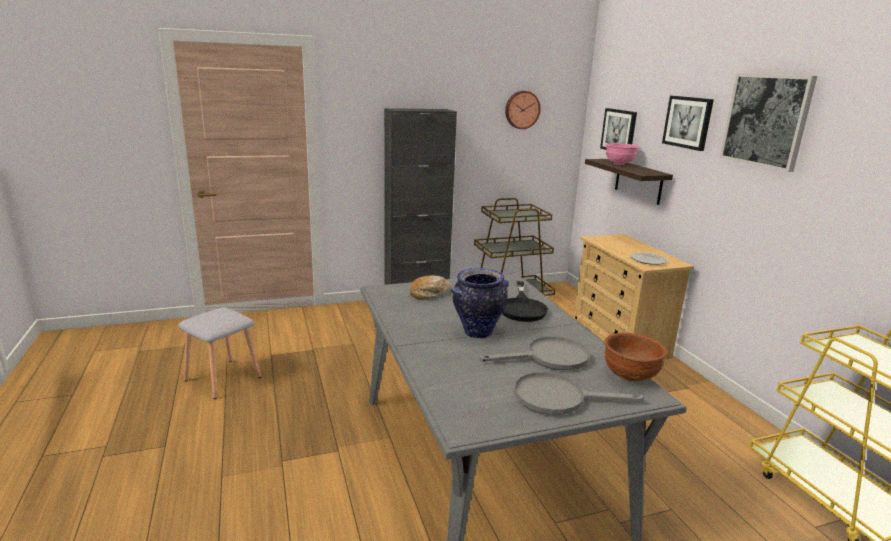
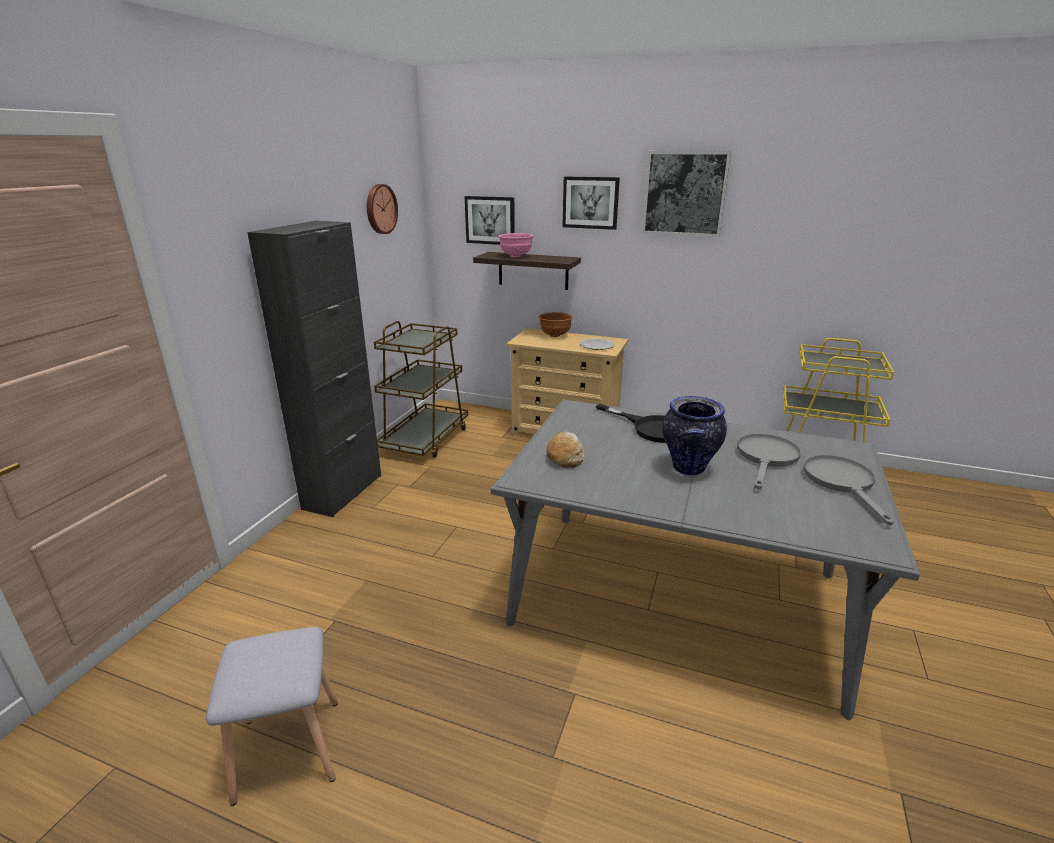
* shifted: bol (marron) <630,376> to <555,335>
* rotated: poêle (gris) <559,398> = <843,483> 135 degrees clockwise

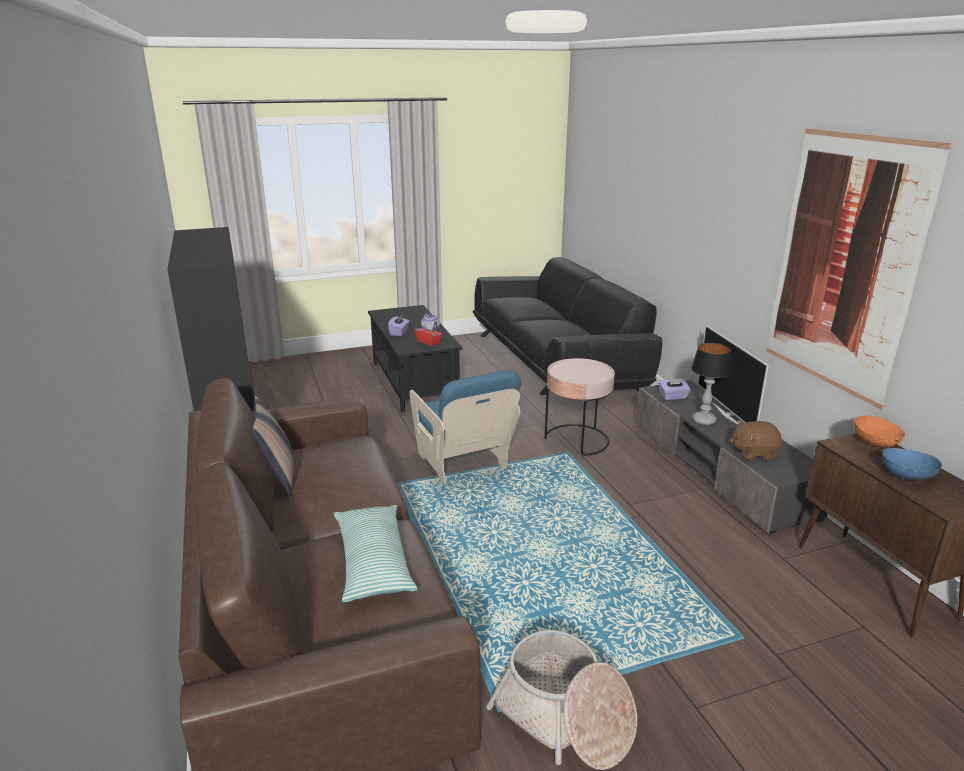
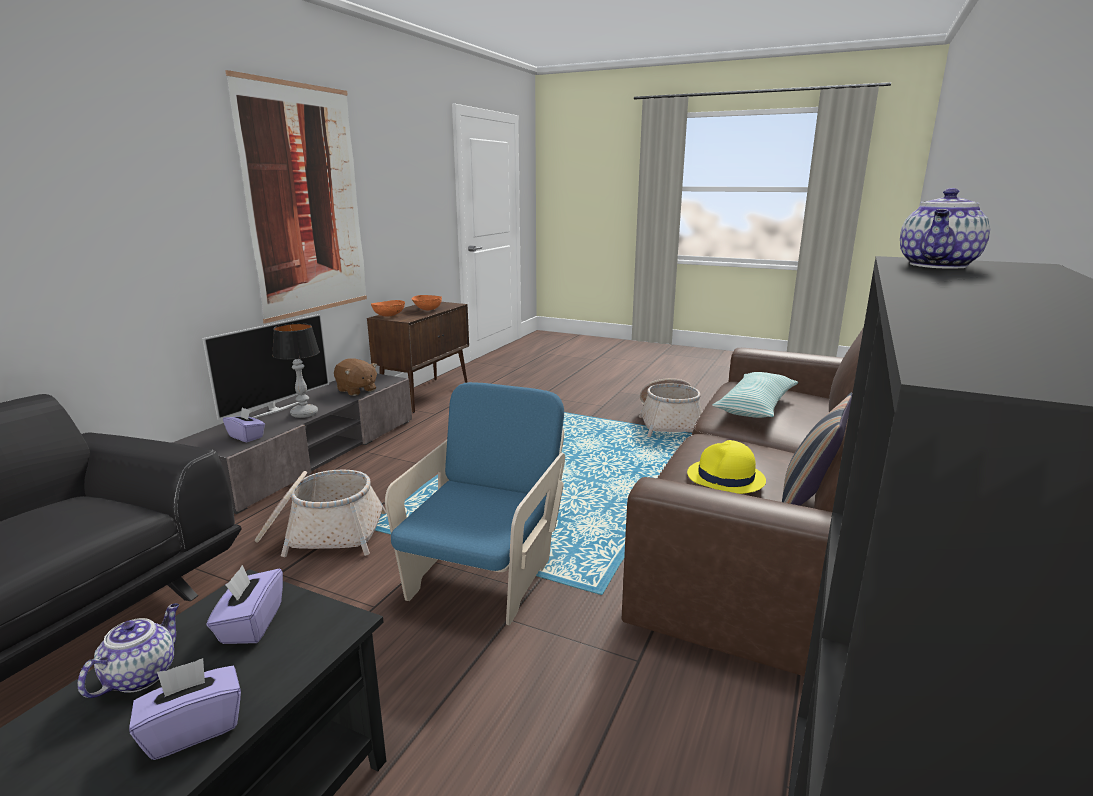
* repainted: boîte à mouchoirs (rouge) <429,342> to boîte à mouchoirs (violet) <251,624>
* swapped: table d'appoint (rose) <576,440> to panier <322,534>
* repainted: bol (bleu) <906,475> to bol (orange) <427,310>
* new: théière <938,265>
* new: chapeau (jaune) <725,478>

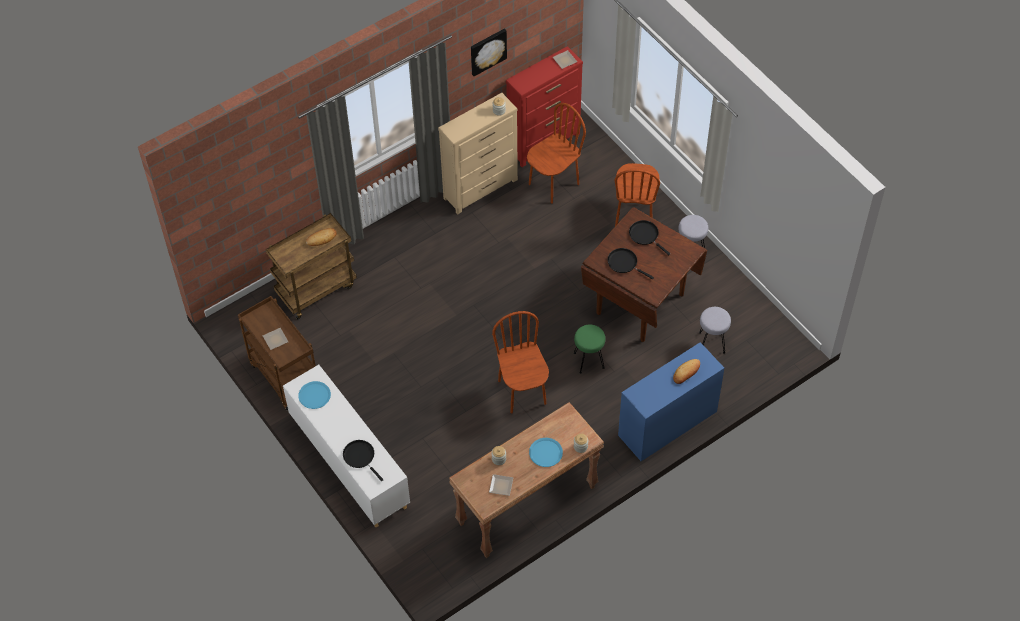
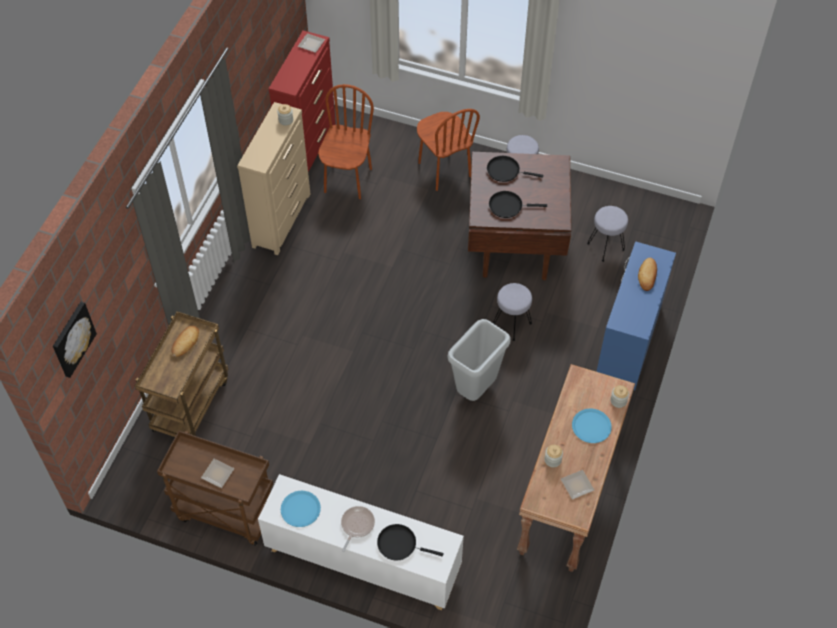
* shifted: tableau <487,51> to <72,339>
* swapped: chaise (marron) <522,392> to poubelle (gris) <475,389>
* repainted: tabouret (vert) <588,360> to tabouret (gris) <511,324>
* new: poêle <356,525>

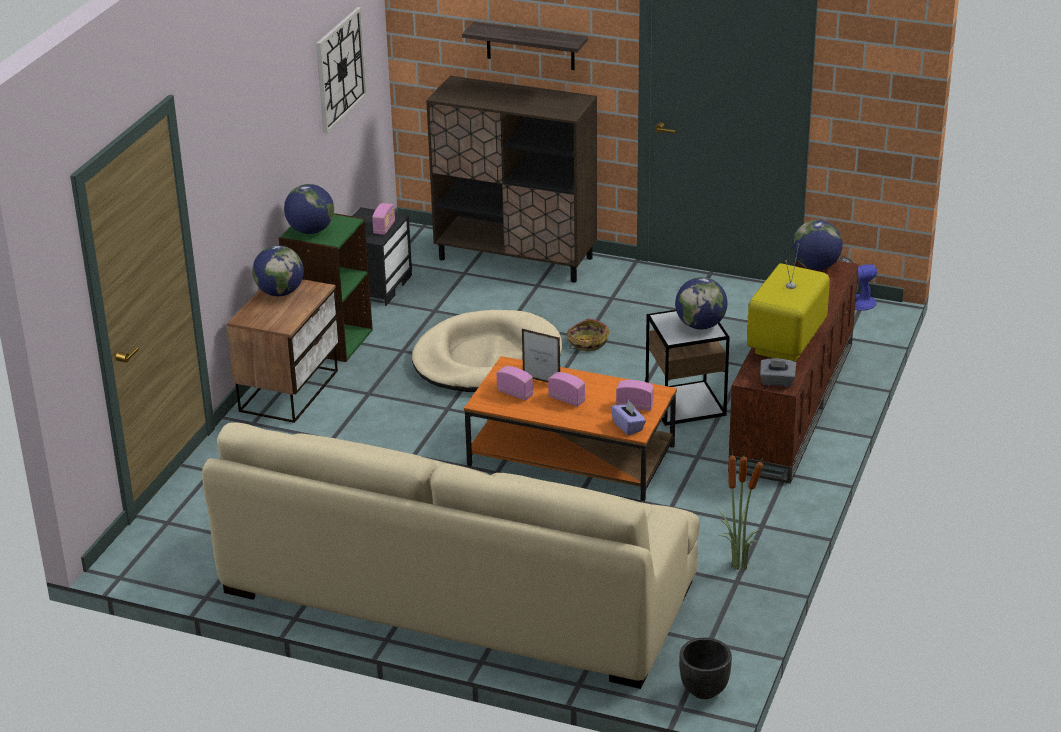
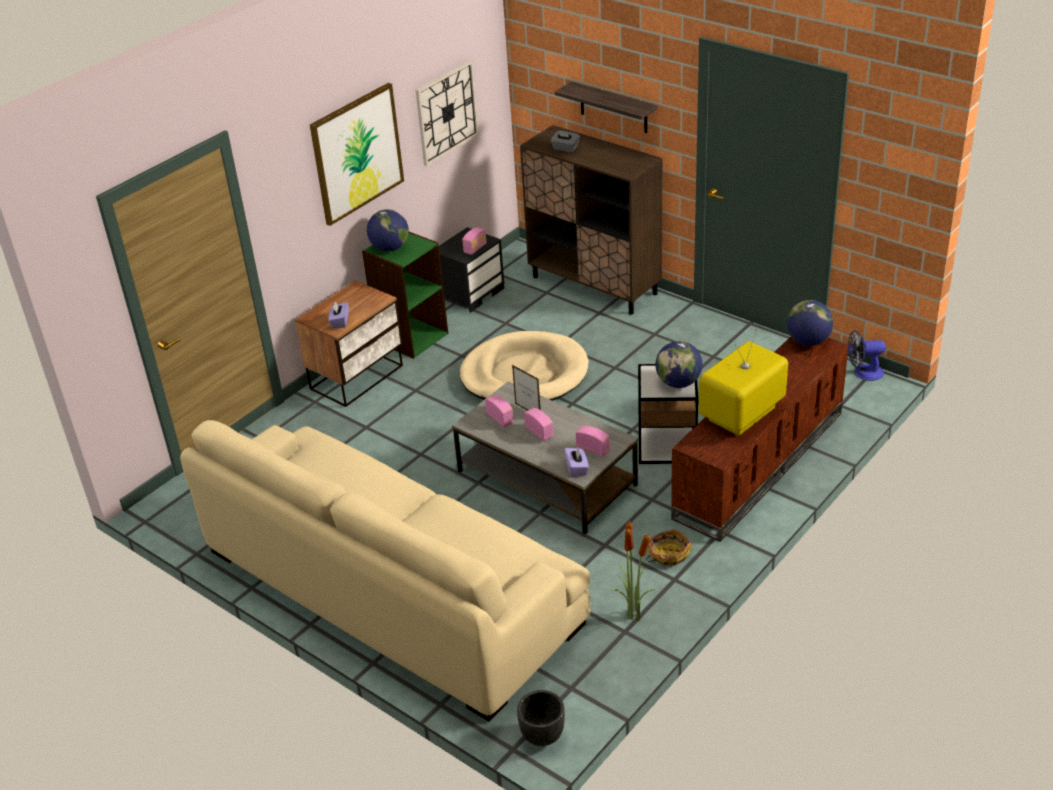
* gone: globe <280,292>
* shifted: panier <587,343> to <668,554>
* repainted: table basse (orange) <569,455> to table basse (gris) <545,477>
* shifted: boîte à mouchoirs (gris) <777,382> to <565,148>
* new: tableau <357,153>
* new: boîte à mouchoirs (violet) <340,322>

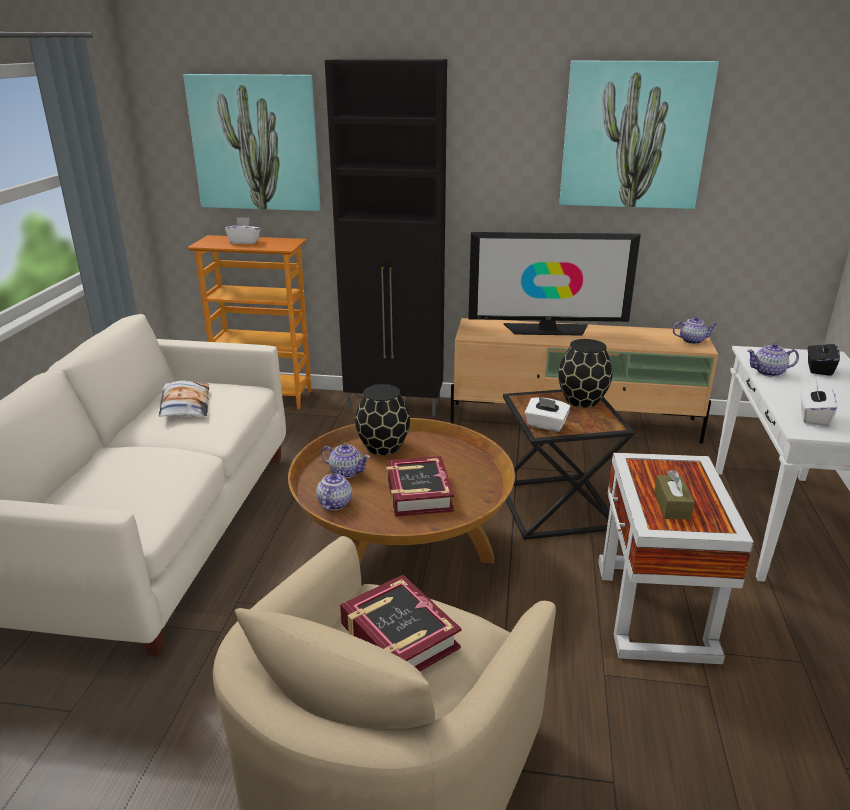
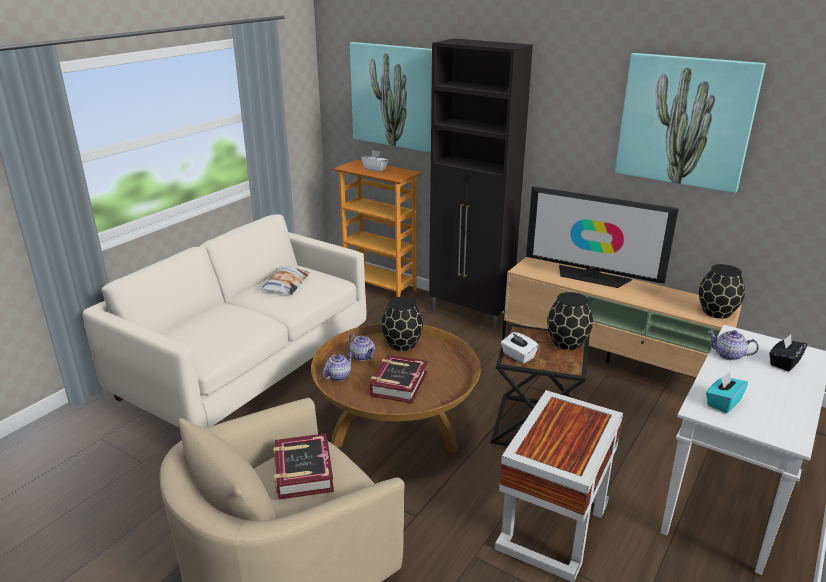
* swapped: théière <692,340> to vase (noir) <717,312>
* repainted: boîte à mouchoirs (blanc) <813,417> to boîte à mouchoirs (turquoise) <723,402>
* gone: boîte à mouchoirs (marron) <672,505>

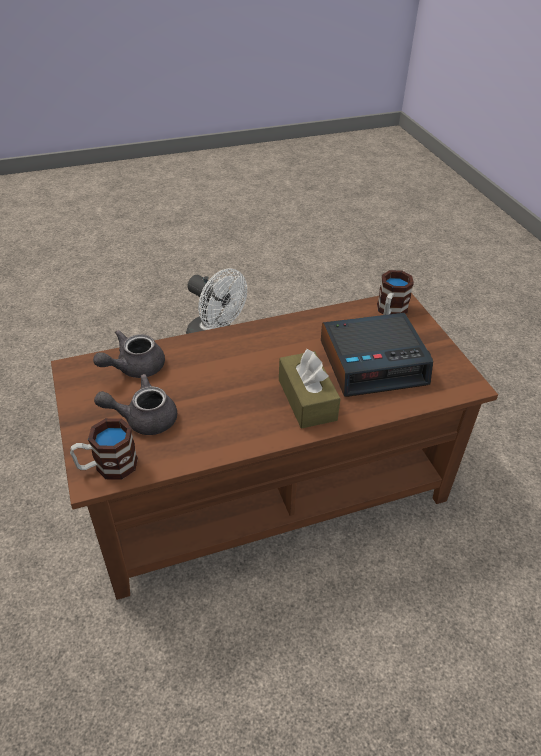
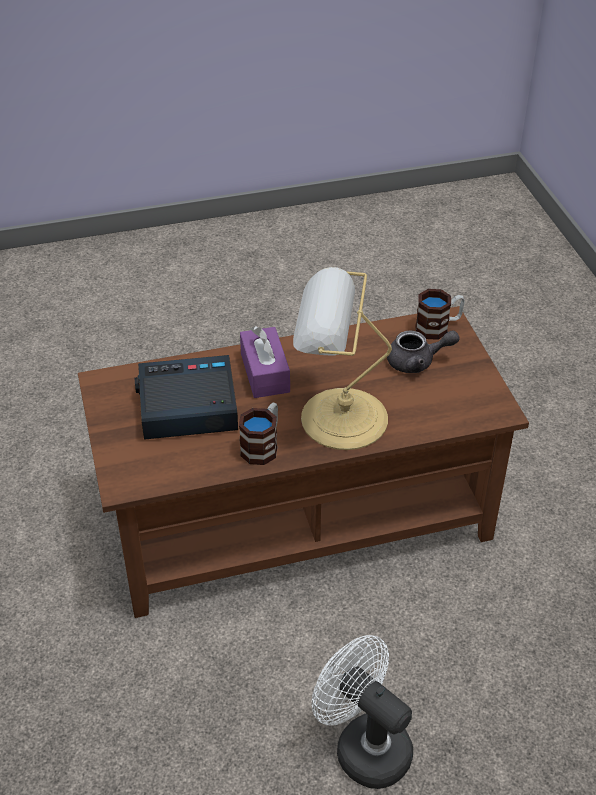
* shifted: mug <390,312> to <263,446>
* gone: théière (gris) <134,367>
* repainted: boîte à mouchoirs (marron) <307,399> to boîte à mouchoirs (violet) <265,373>
* new: lampe de table <339,418>

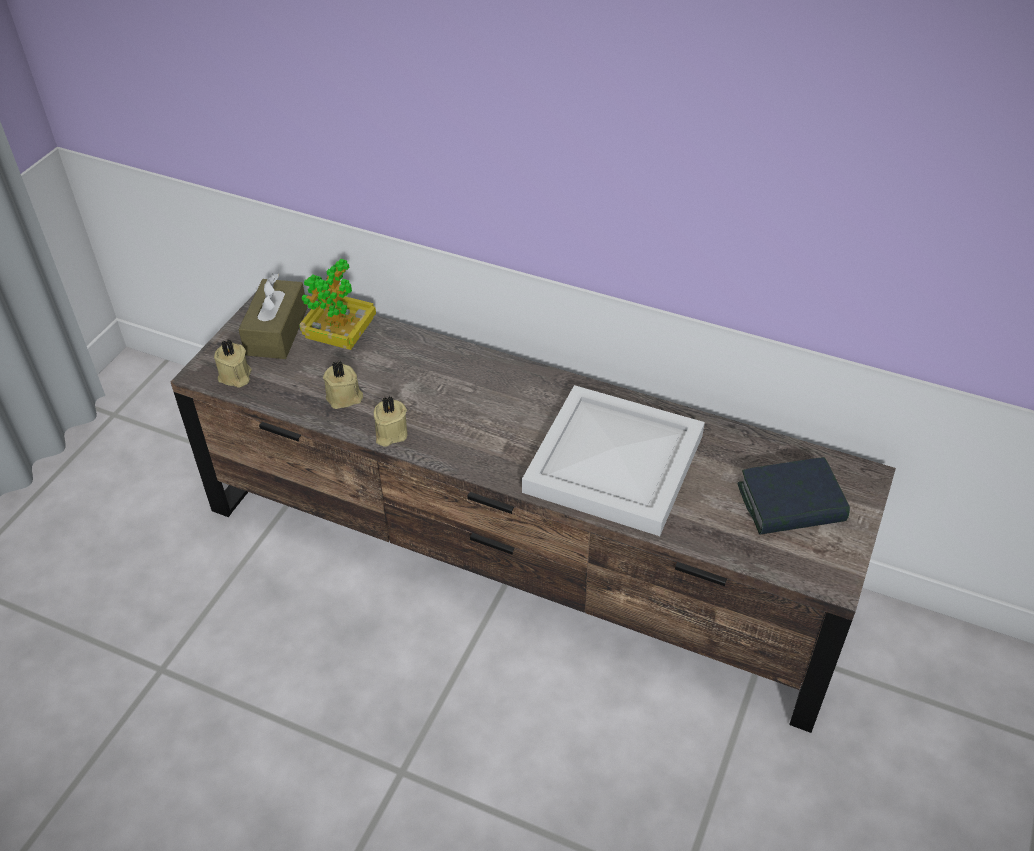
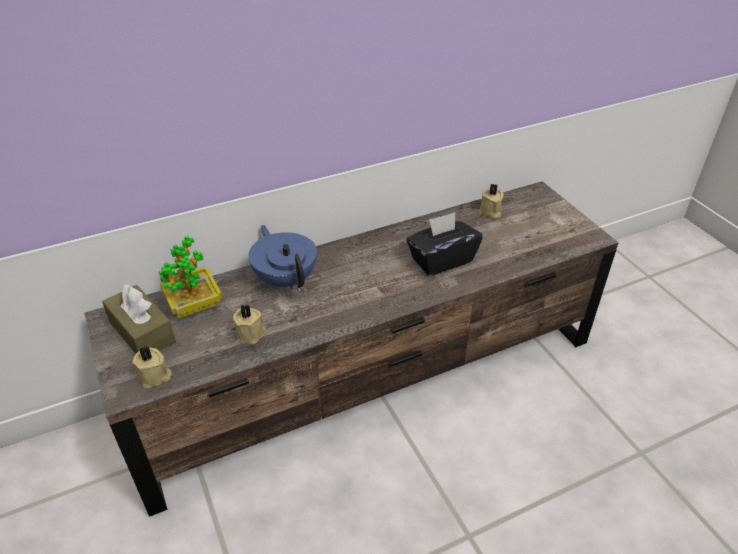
* swapped: plateau (blanc) <611,464> to boîte à mouchoirs (noir) <441,260>
* shifted: bougie (beige) <390,433> to <490,212>
* gone: livre <791,504>
* new: théière (bleu) <285,279>

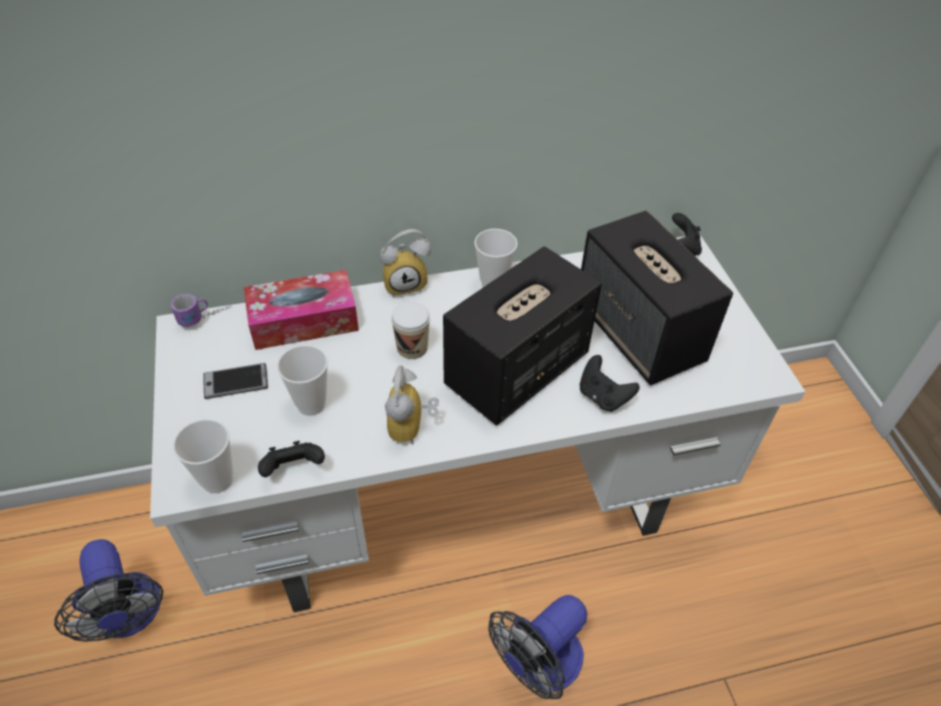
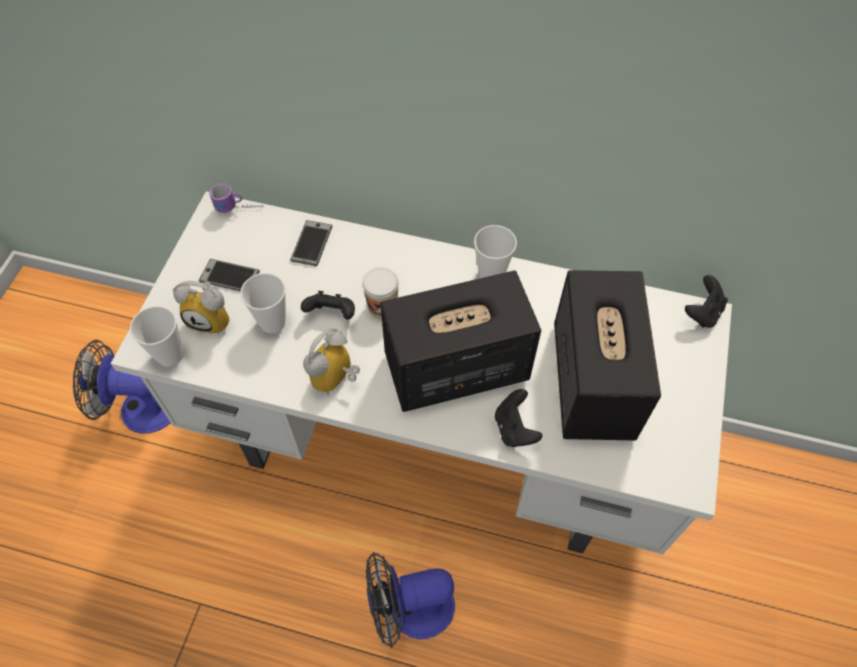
* shifted: réveil <406,283> to <213,318>
* swapped: boîte à mouchoirs <304,321> to téléphone <311,243>
* shifted: manette (noir) <294,469> to <332,314>
* rotated: ventilateur <130,616> = <138,409> 90 degrees clockwise

